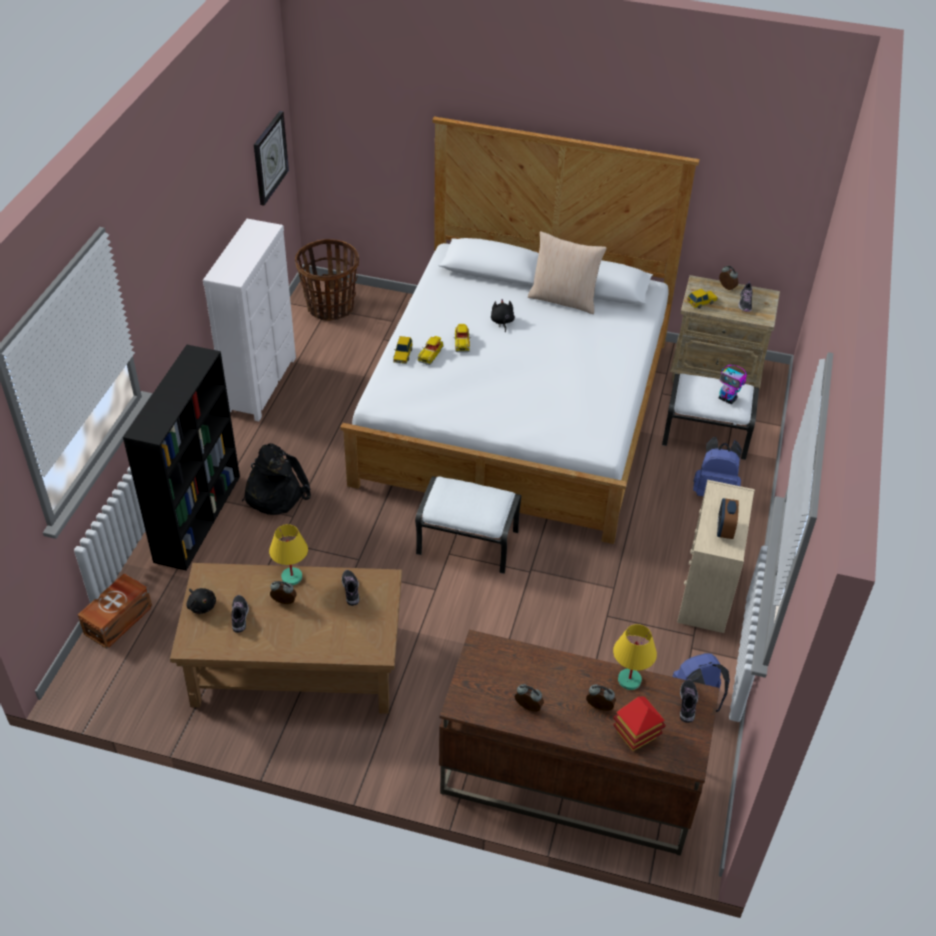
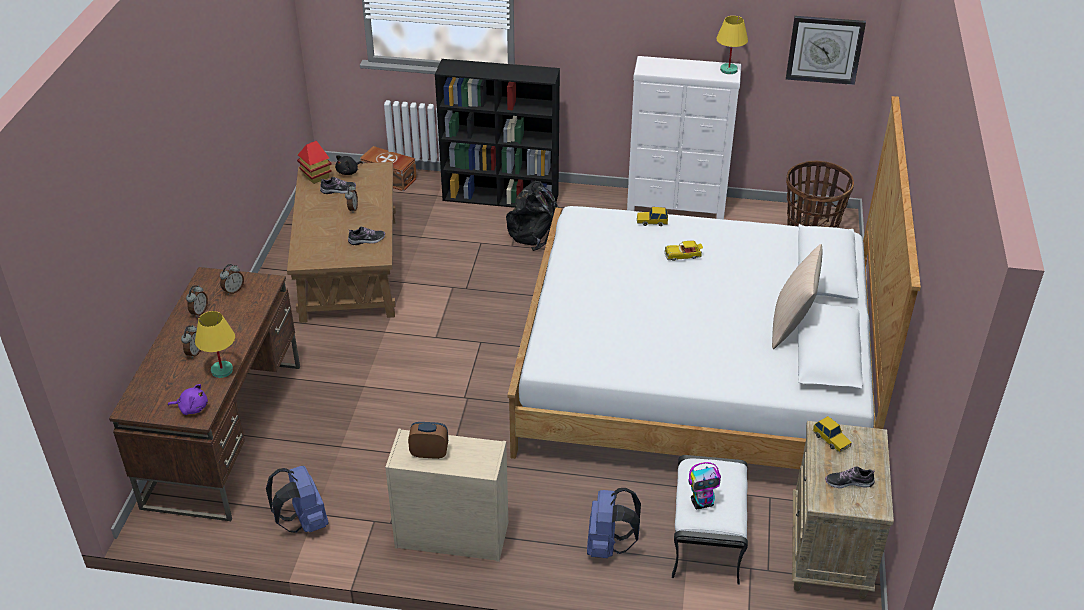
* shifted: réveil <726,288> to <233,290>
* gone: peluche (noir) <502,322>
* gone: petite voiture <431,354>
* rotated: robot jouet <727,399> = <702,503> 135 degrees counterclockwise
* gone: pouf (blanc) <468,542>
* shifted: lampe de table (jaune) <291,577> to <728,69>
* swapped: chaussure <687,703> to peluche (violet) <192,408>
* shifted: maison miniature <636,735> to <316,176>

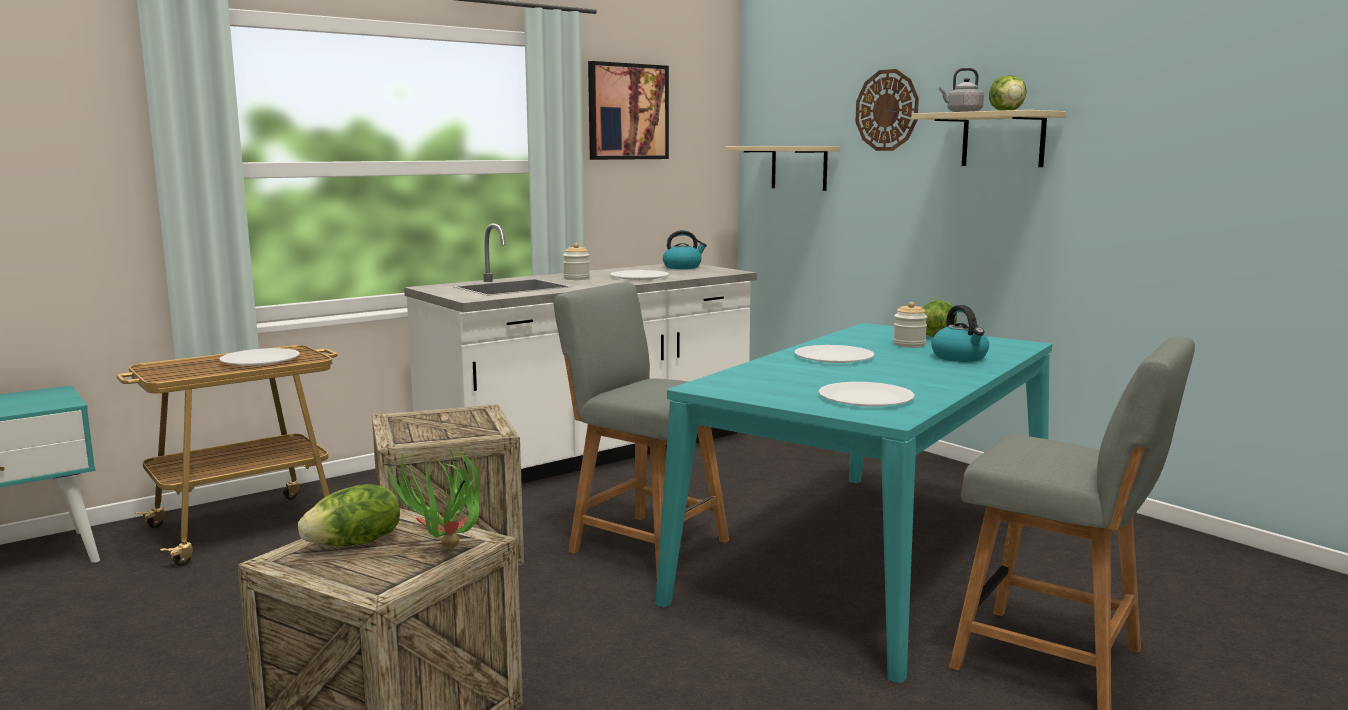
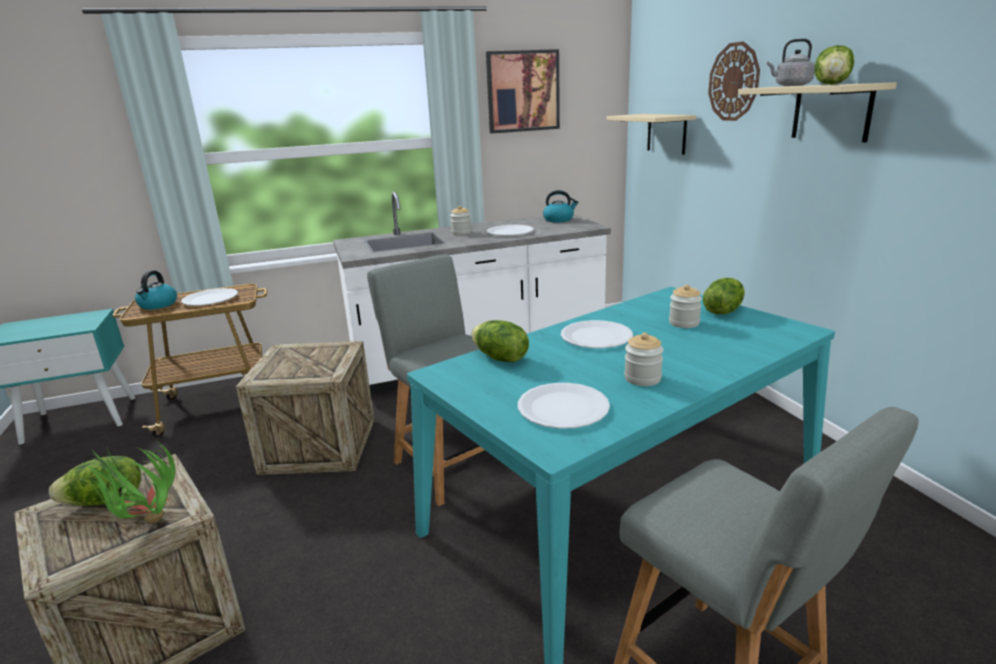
* shifted: bouilloire <960,357> to <158,305>
* new: laitue <500,358>
* new: bocal <642,378>

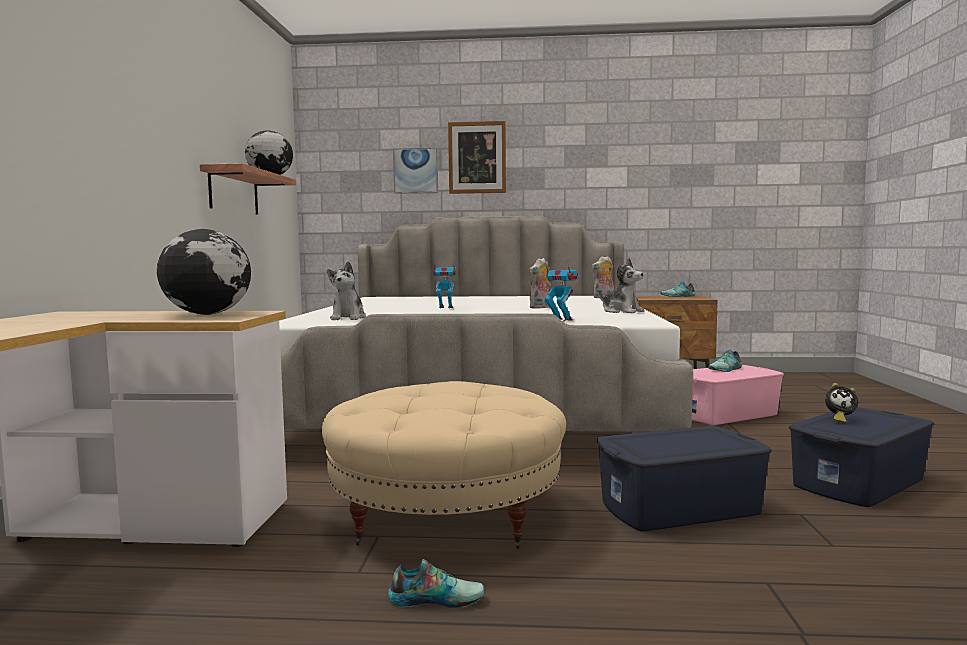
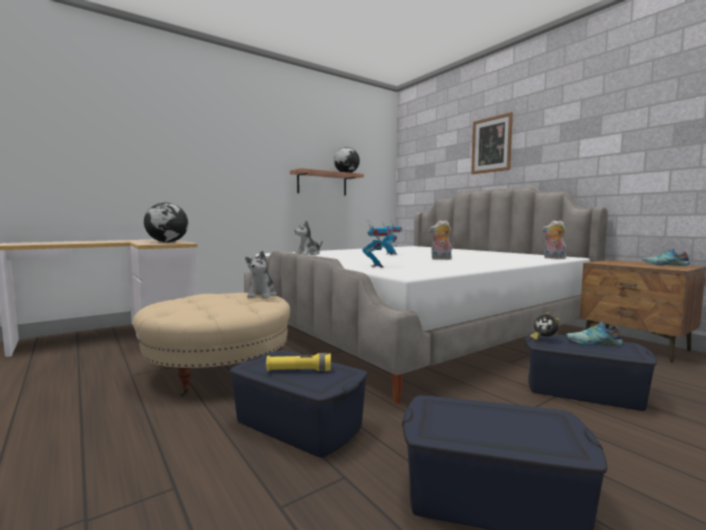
* gone: tableau <416,171>
* shifted: peluche <622,311> to <262,295>
* repainted: boîte de rangement (rose) <727,414> to boîte de rangement (bleu) <583,390>
* shifted: réveil <839,419> to <543,339>
* gone: chaussure <436,598>
* new: lampe de poche (jaune) <299,371>

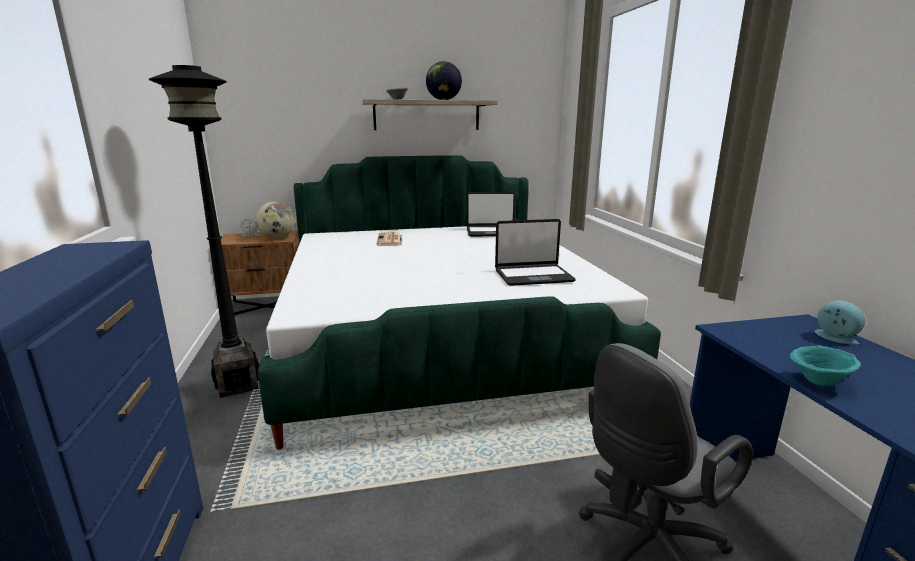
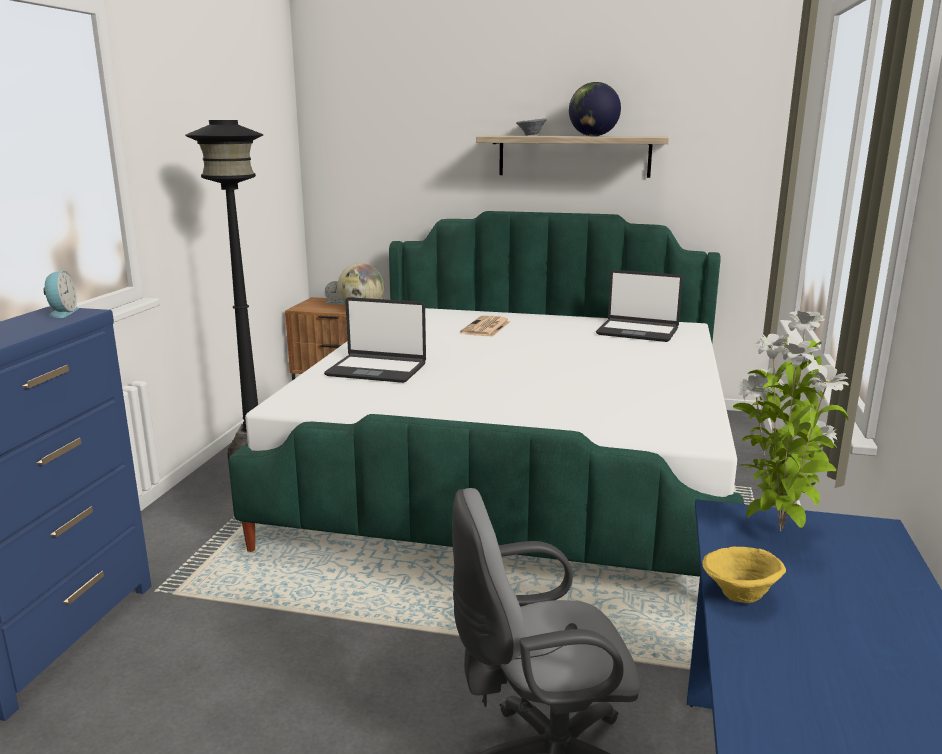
* shifted: ordinateur portable <533,276> to <377,370>
* shifted: réveil <833,338> to <62,313>
* repainted: bol (turquoise) <819,382> to bol (jaune) <740,596>
* new: plante en pot <776,530>

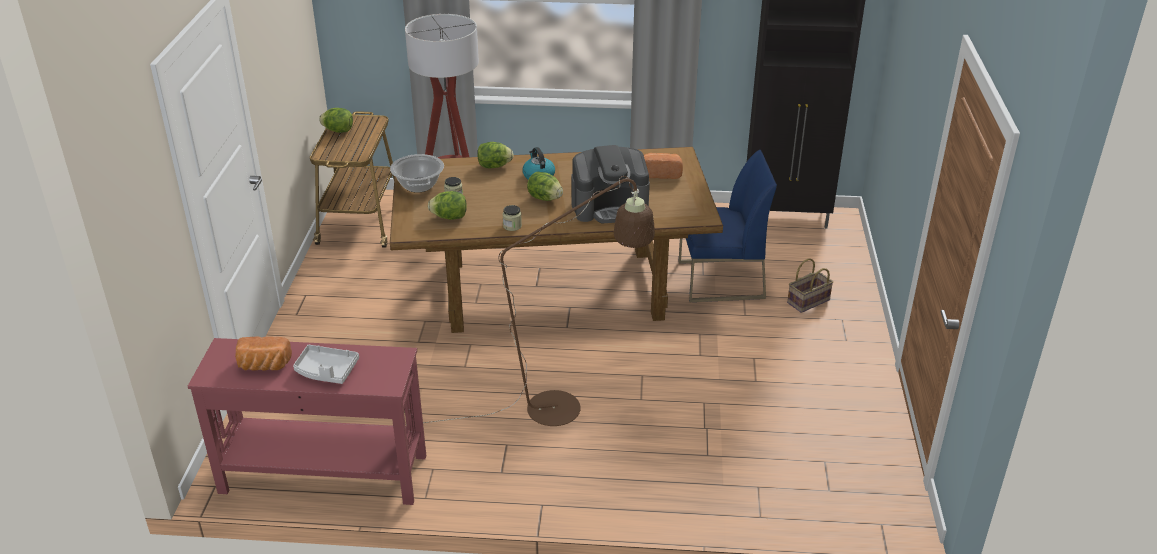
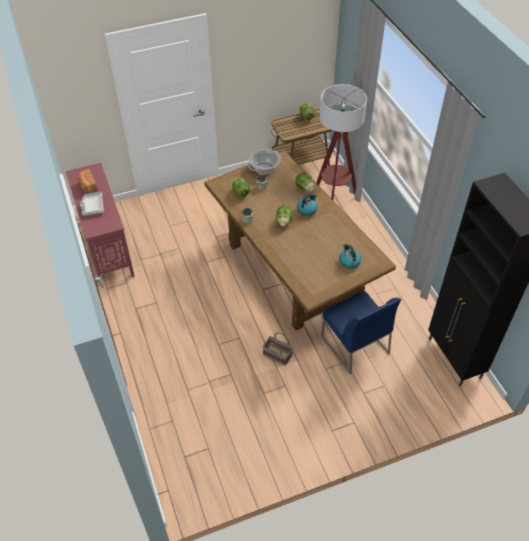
* gone: machine à café <609,207>
* swapped: pain <661,173> to bouilloire <349,261>
* gone: lampadaire (marron) <568,406>
* shifted: panier <808,302> to <276,355>

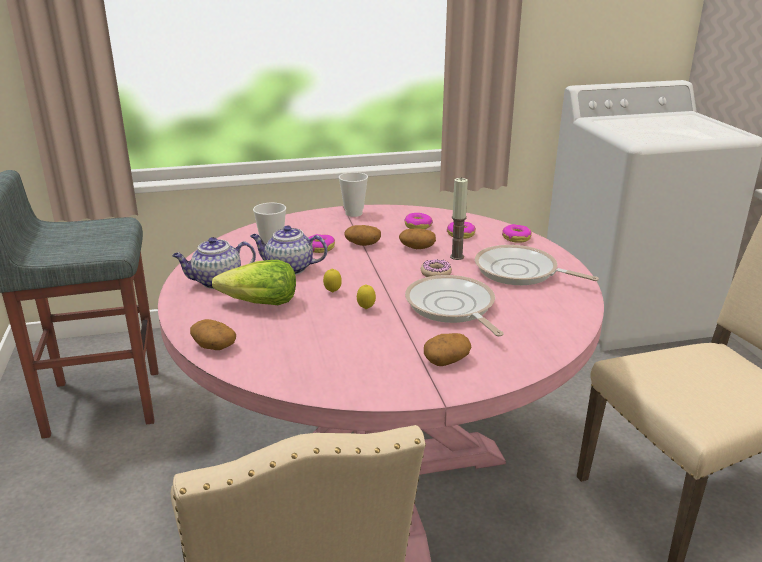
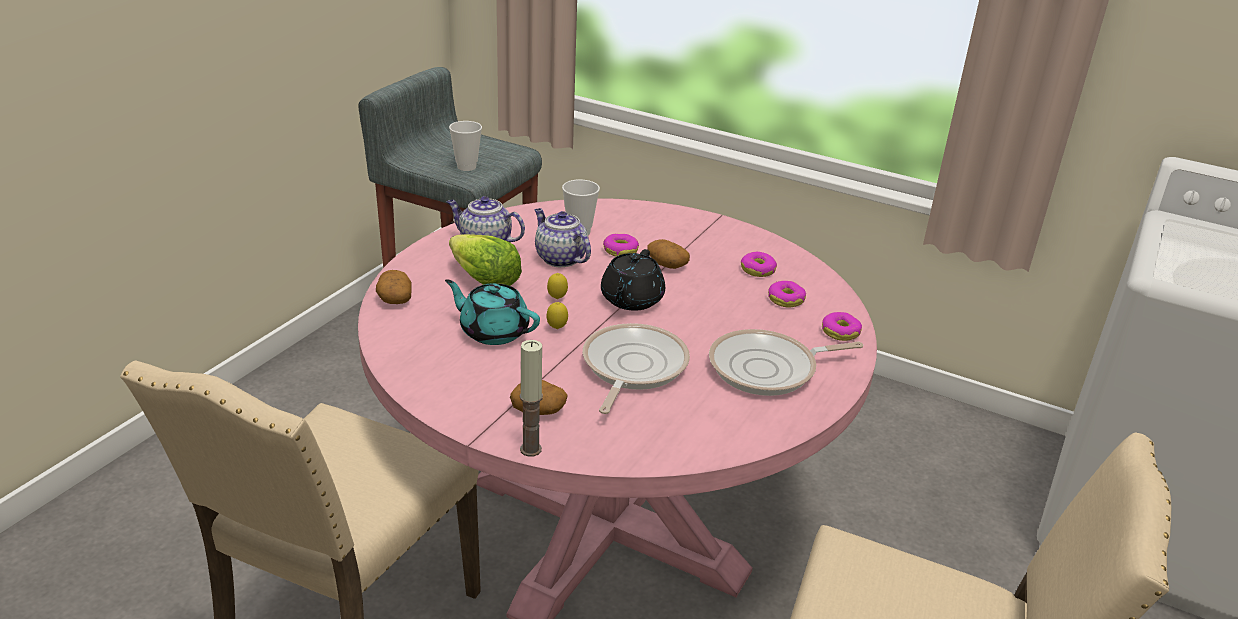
* shifted: tasse <354,213> to <466,167>
* shifted: bougie <457,257> to <530,449>
* gone: pomme de terre <417,247>
* rotated: poêle <520,272> = <768,369> 90 degrees counterclockwise
* gone: beignet <436,273>
* new: théière (noir) <631,300>
* new: théière (turquoise) <493,331>

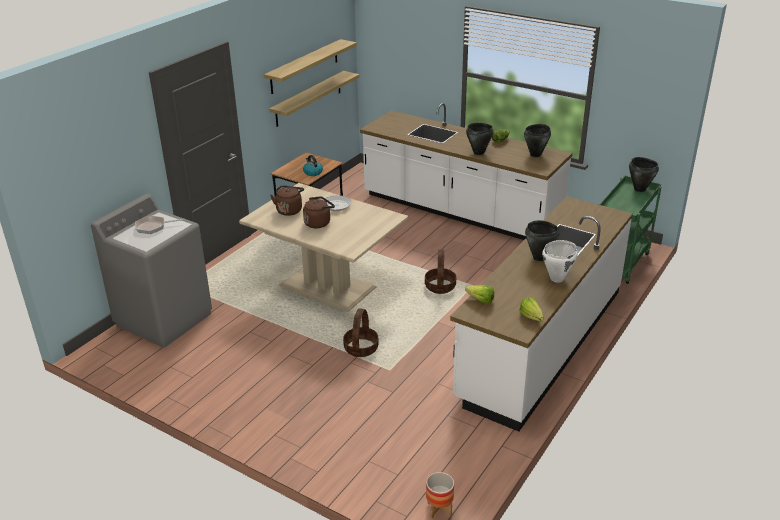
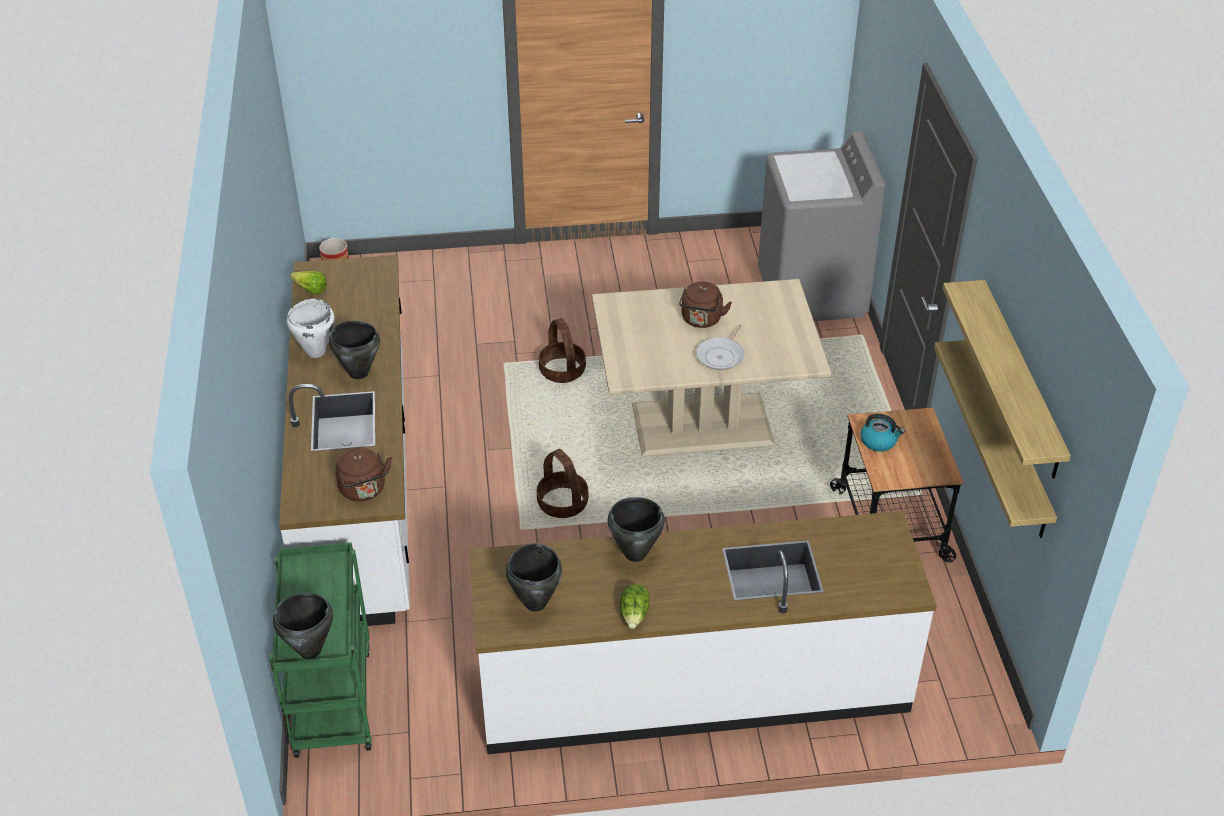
* shifted: bouilloire (marron) <289,210> to <364,491>
* gone: poêle <153,227>
* gone: laitue <478,299>

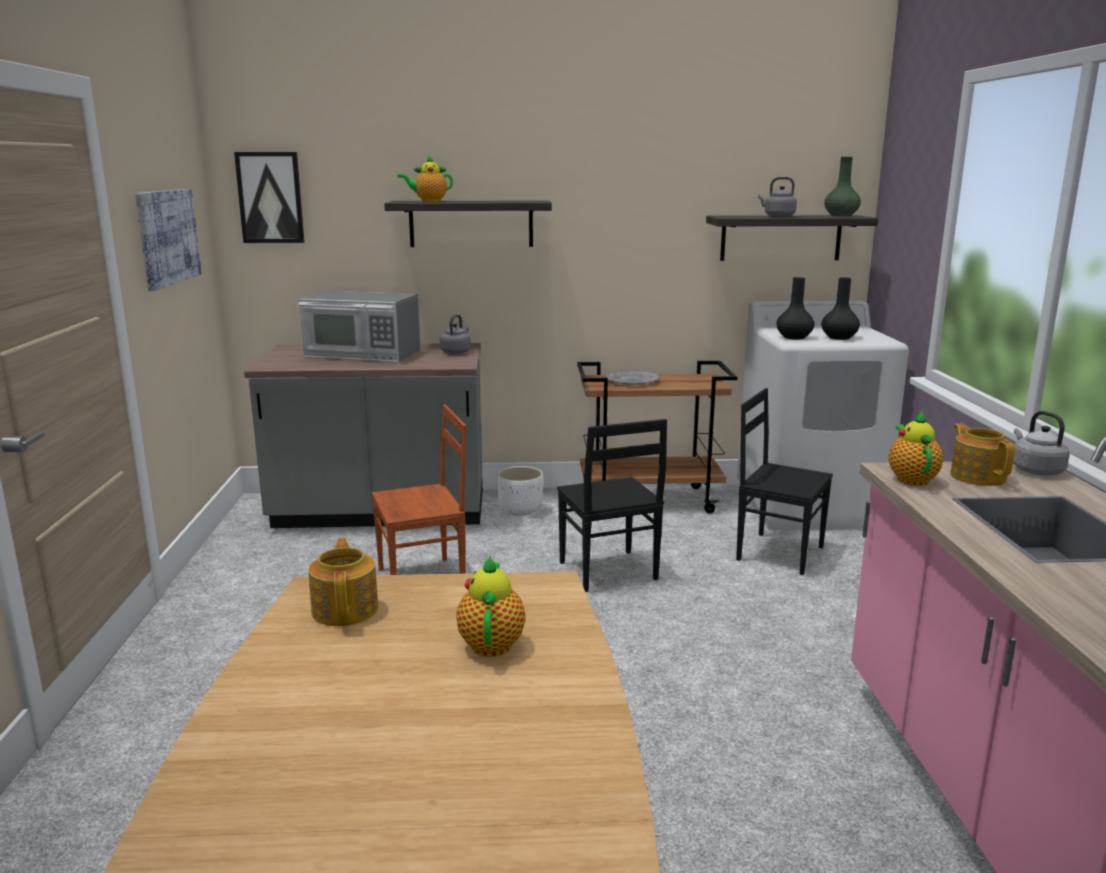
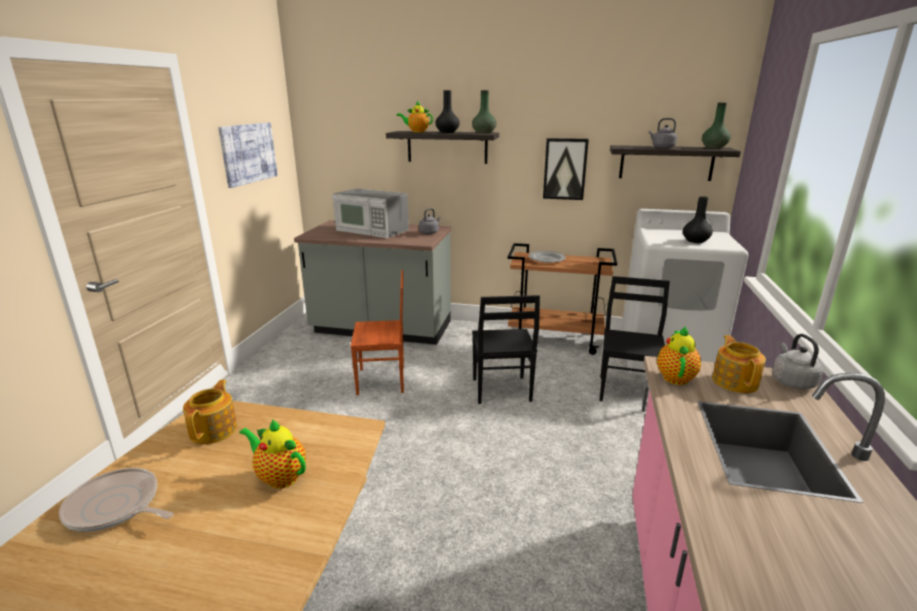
* shifted: tableau <270,197> to <565,169>
* shifted: vase (noir) <794,337> to <447,132>
* rotated: chaise (noir) <779,552> = <628,392> 60 degrees clockwise
* gone: cache-pot (blanc) <520,510>
* rotated: théière <492,643> = <279,477> 75 degrees counterclockwise
* new: vase (vert) <484,133>
* new: poêle <116,507>

